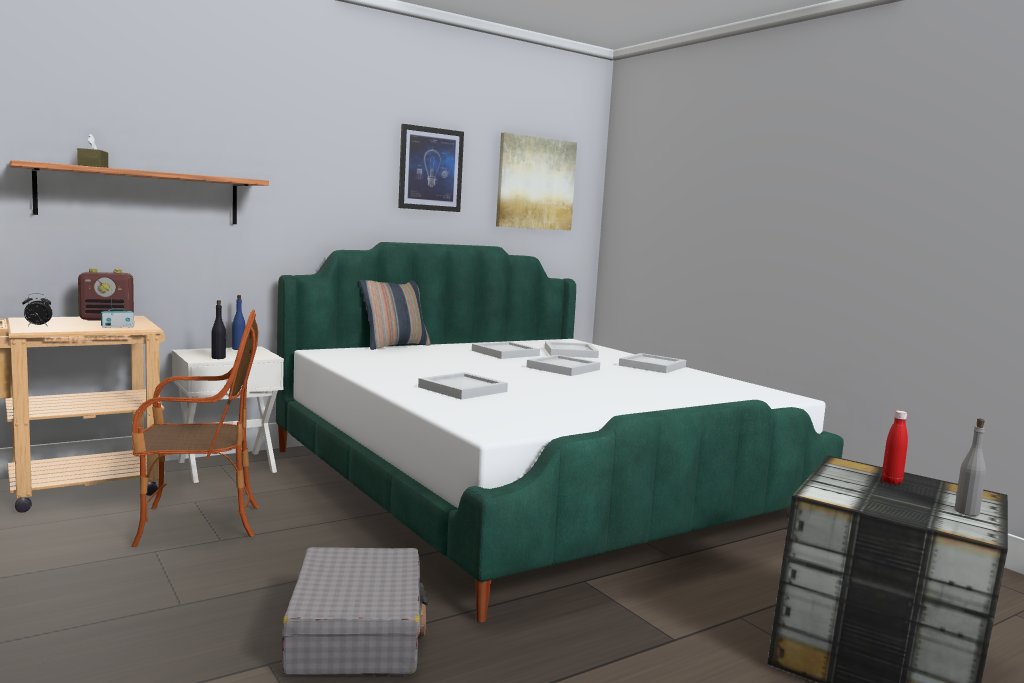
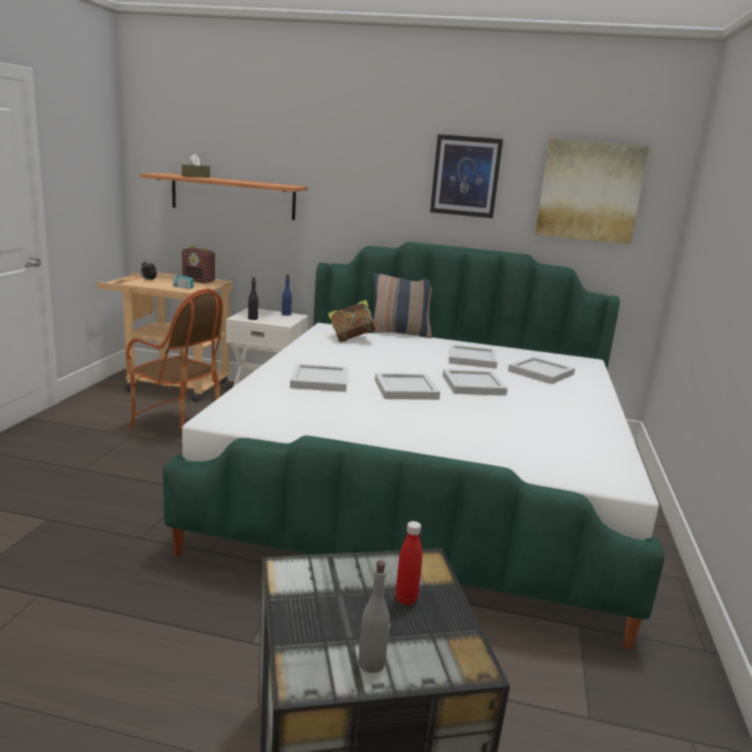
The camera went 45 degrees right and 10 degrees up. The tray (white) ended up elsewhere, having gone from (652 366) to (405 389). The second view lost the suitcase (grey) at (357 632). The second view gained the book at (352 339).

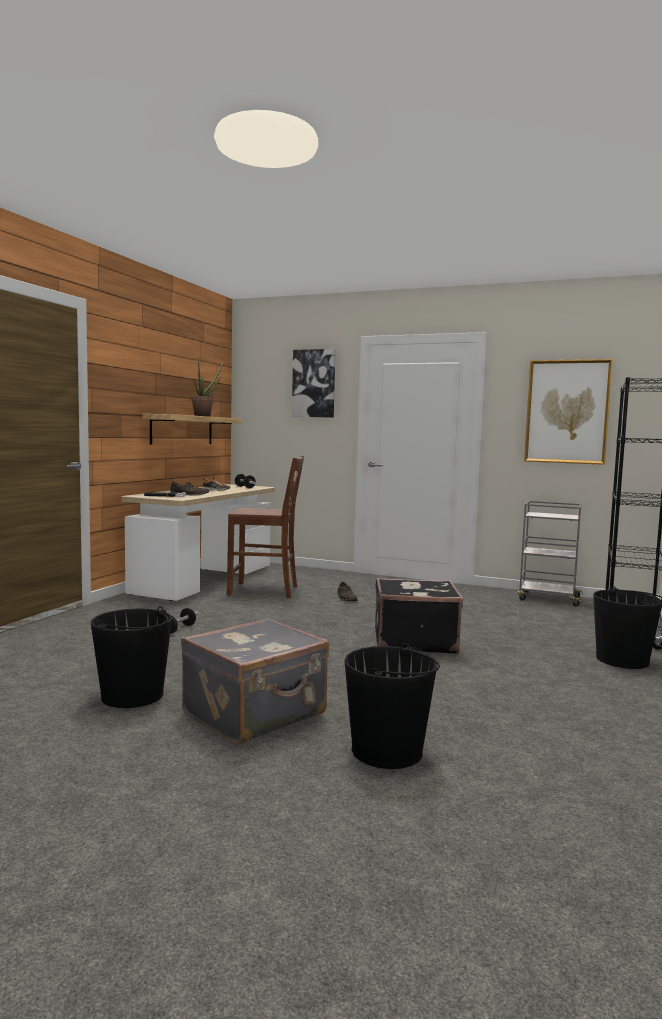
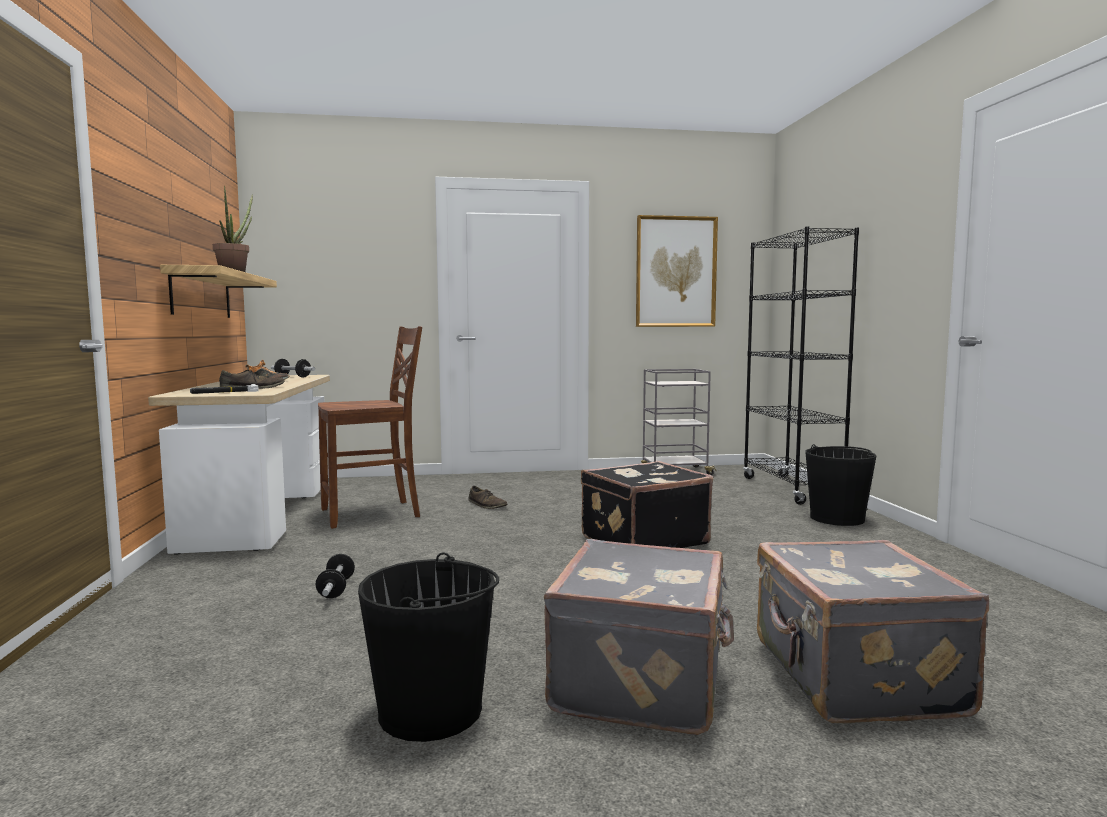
The camera went 30 degrees left and 0 degrees up. The second view lost the picture at (314 383). Where the bucket (black) stood at (387 751), the suitcase (grey) came to stand at (853 678).

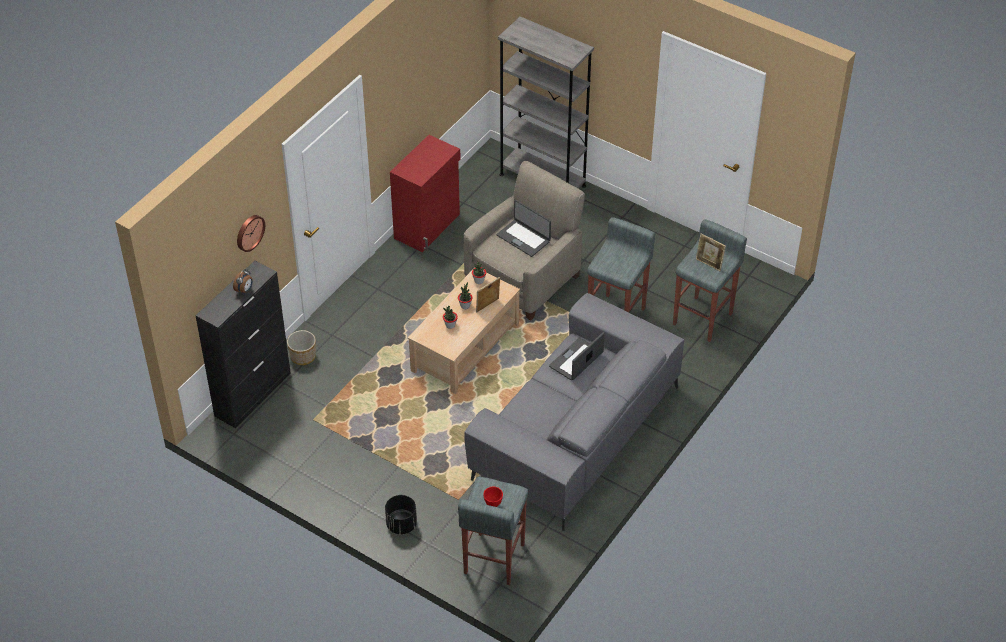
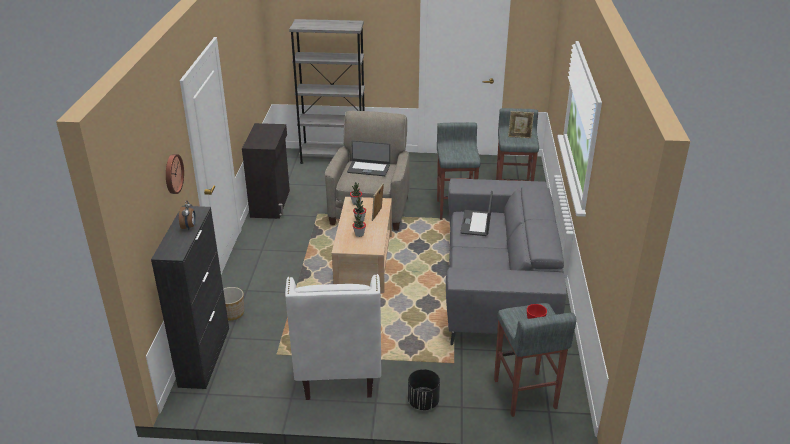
The camera went 30 degrees left and 15 degrees down. What was the cabinet (red) at (428 226) turned into the cabinet (black) at (271 203). The second view gained the armchair (white) at (339 371).

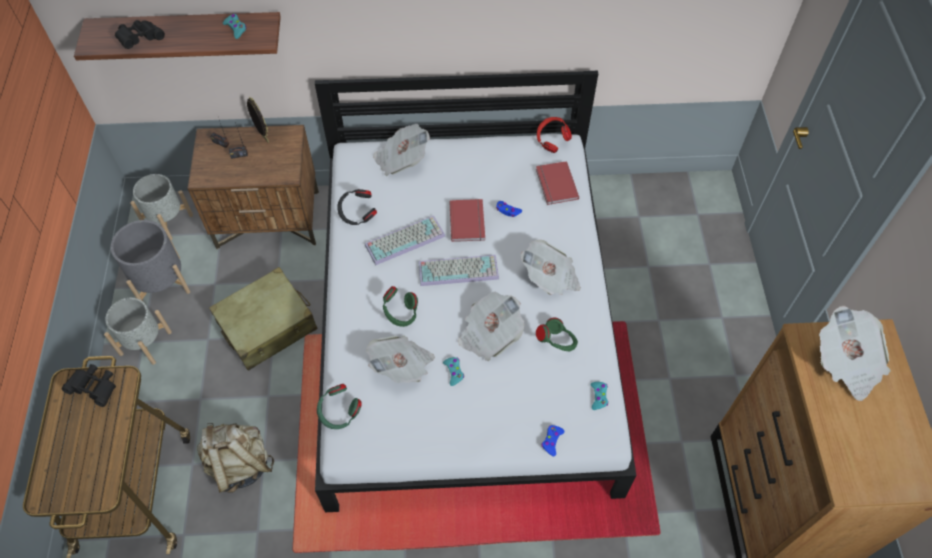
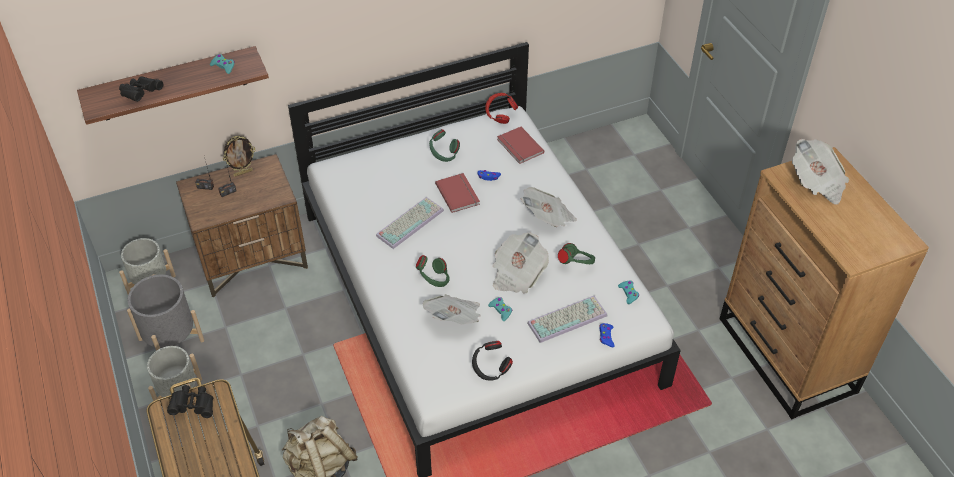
The camera went 20 degrees left and 10 degrees down. The picture frame at (263 137) ended up facing another way, 120 degrees clockwise from before. The second view lost the newspaper at (401 159). The headphones (black) ended up elsewhere, having gone from (357 215) to (490 369). The keyboard ended up elsewhere, having gone from (459 269) to (567 318). The second view lost the suitcase (beige) at (267 326). The headphones (green) ended up elsewhere, having gone from (339 413) to (443 155).

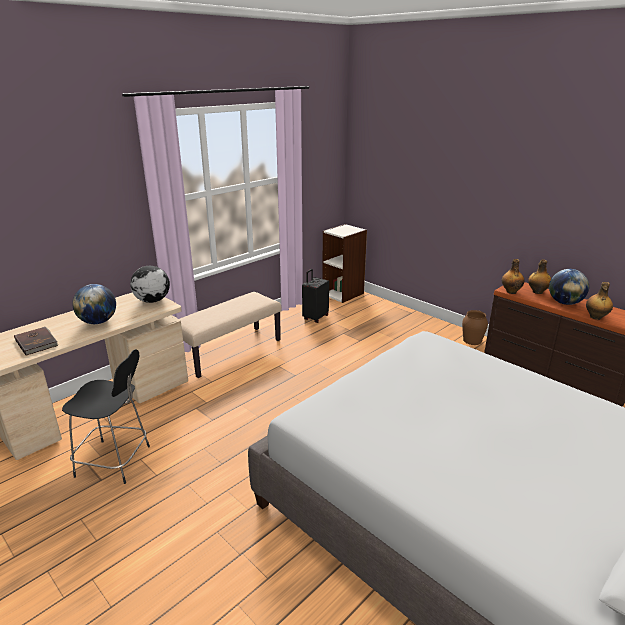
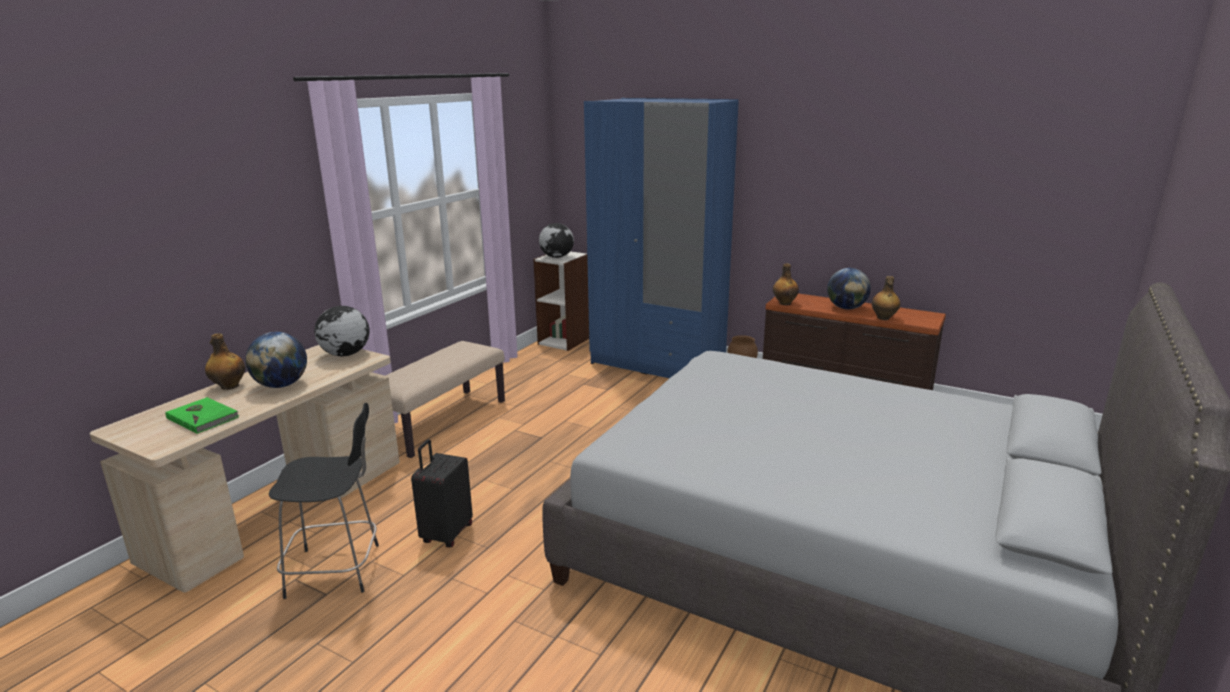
The camera went 15 degrees left and 5 degrees down. The bottle ended up elsewhere, having gone from (537 292) to (229 386). The suitcase (black) ended up elsewhere, having gone from (315 317) to (446 534). What was the book (brown) at (37 342) turned into the book (green) at (203 417). The second view gained the wardrobe (blue) at (658 363). The second view gained the globe at (556 257).

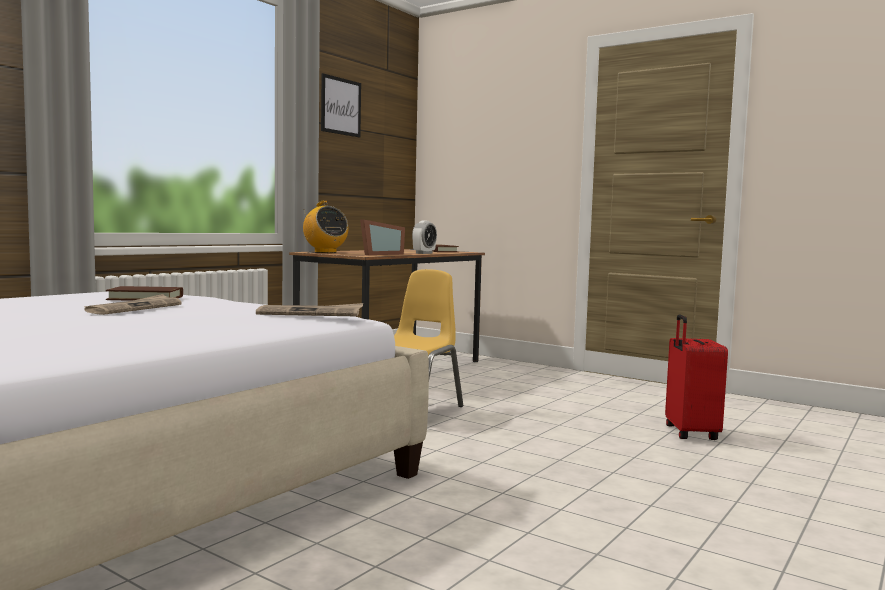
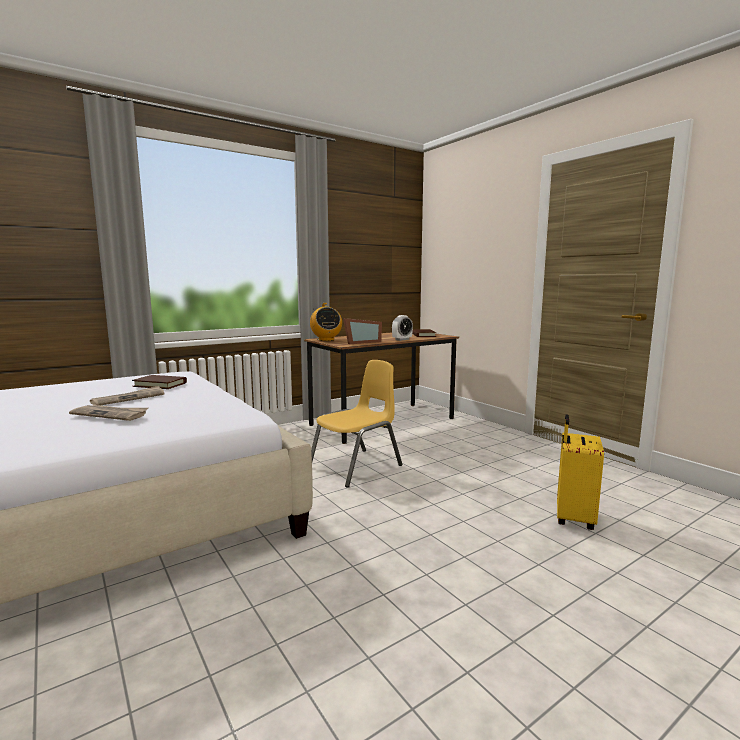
The camera went 20 degrees right and 5 degrees up. The second view lost the picture at (340 106). The newspaper ended up elsewhere, having gone from (311 313) to (110 414). What was the suitcase (red) at (689 433) turned into the suitcase (yellow) at (573 518).

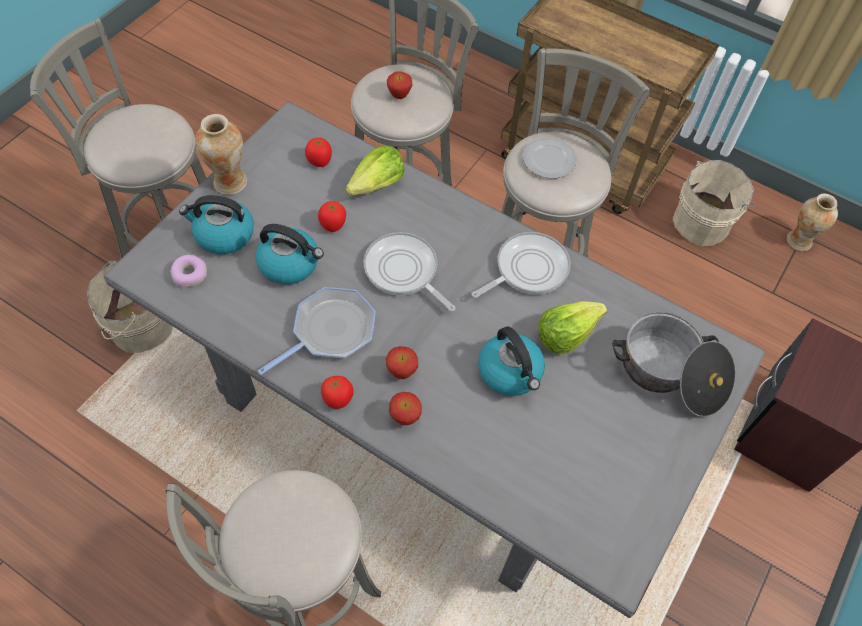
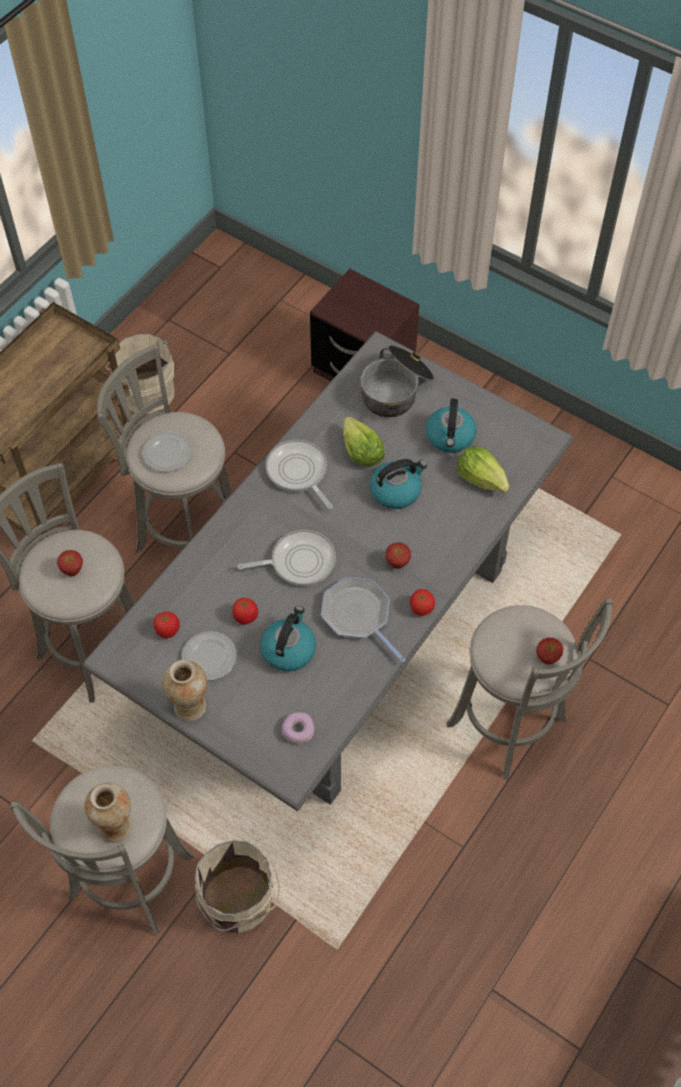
The camera went 85 degrees left and 0 degrees up. The lettuce ended up elsewhere, having gone from (377 185) to (482 478). The vase ended up elsewhere, having gone from (799 241) to (115 827). The kettle ended up elsewhere, having gone from (223 235) to (450 437). The frying pan at (404 271) ended up facing another way, 150 degrees counterclockwise from before. The apple ended up elsewhere, having gone from (405 418) to (547 659). The second view gained the plate at (208 657).

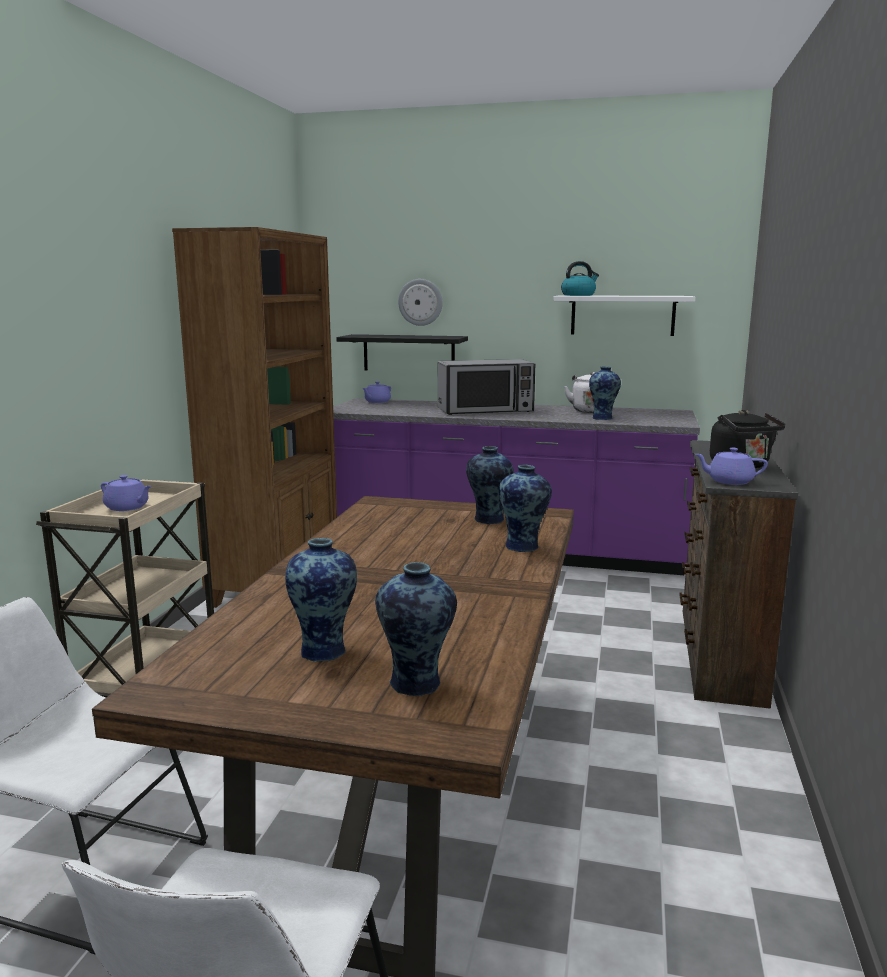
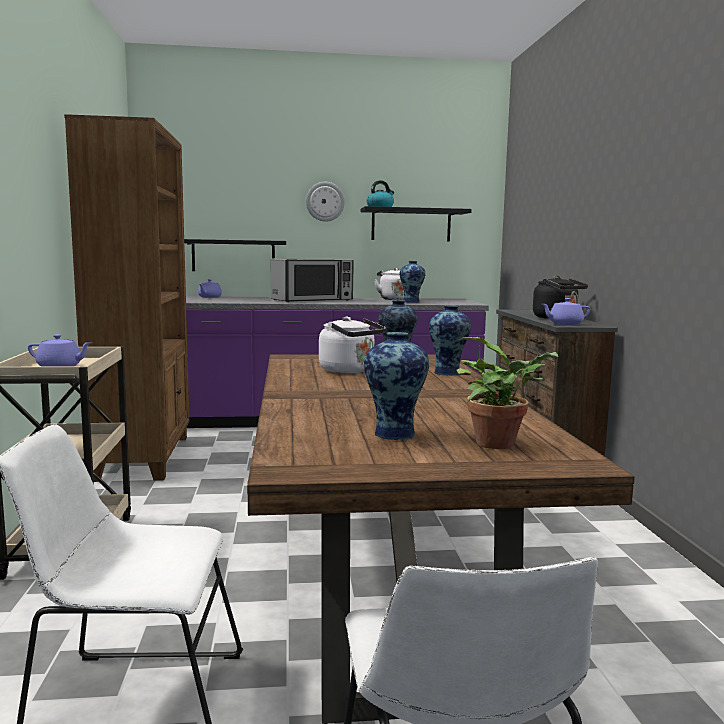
The camera went 20 degrees left and 5 degrees down. The wall clock ended up elsewhere, having gone from (420 302) to (325 201). What was the shelf (white) at (622 315) turned into the shelf (black) at (411 225). Where the vase stood at (416 685), the potted plant came to stand at (500 444). The second view gained the kettle (white) at (350 371).

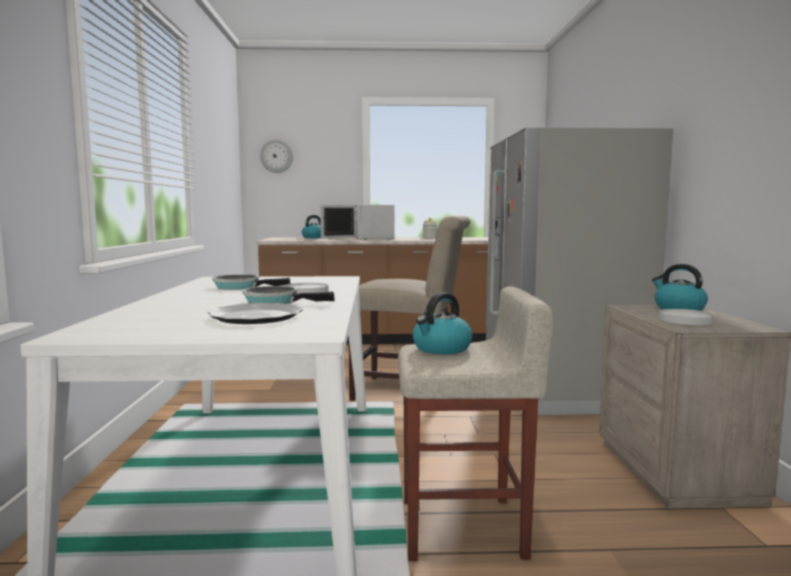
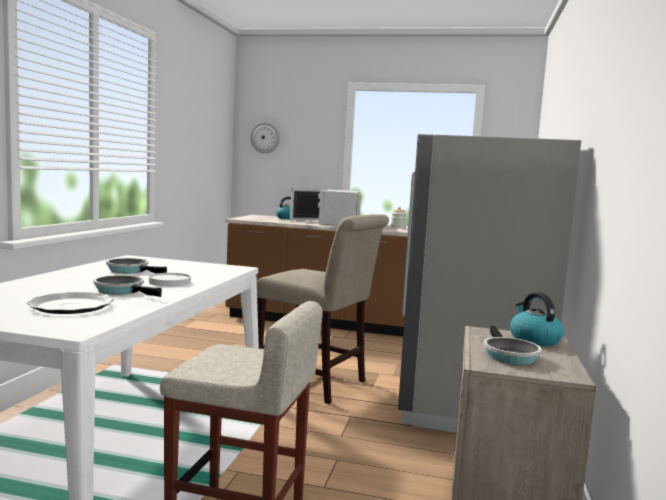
The camera went 15 degrees right and 0 degrees up. The second view lost the kettle at (441 349). Where the plate (white) stood at (685 320), the frying pan came to stand at (508 355).

